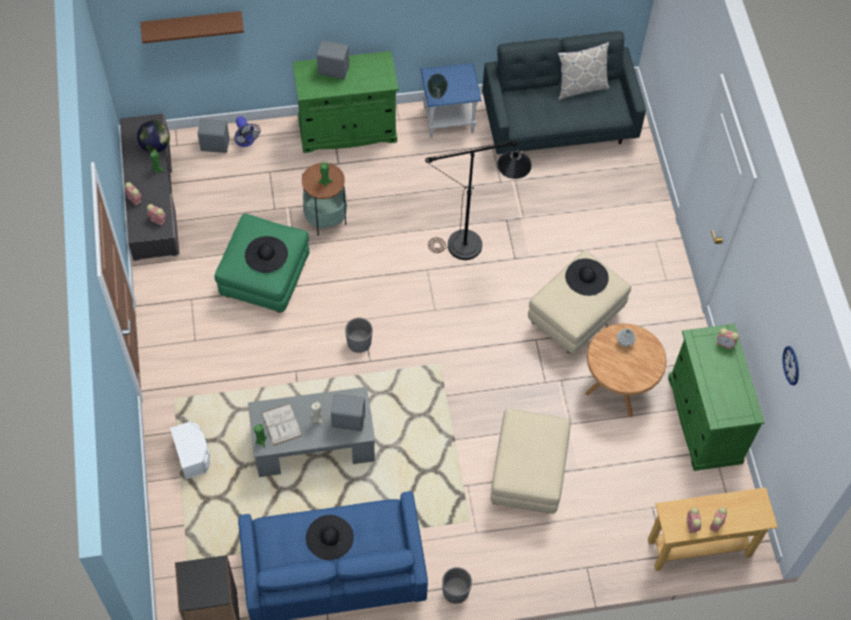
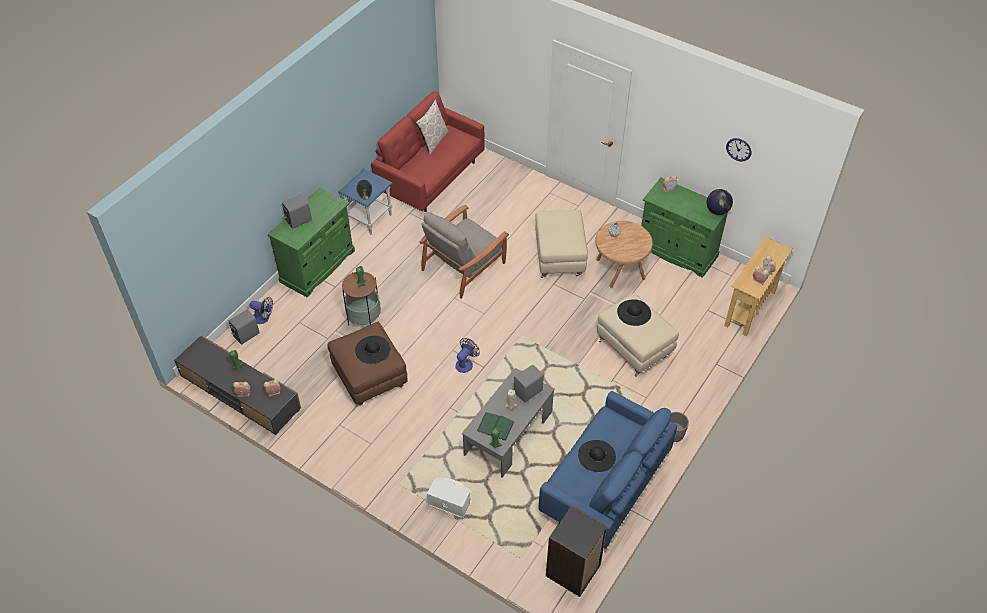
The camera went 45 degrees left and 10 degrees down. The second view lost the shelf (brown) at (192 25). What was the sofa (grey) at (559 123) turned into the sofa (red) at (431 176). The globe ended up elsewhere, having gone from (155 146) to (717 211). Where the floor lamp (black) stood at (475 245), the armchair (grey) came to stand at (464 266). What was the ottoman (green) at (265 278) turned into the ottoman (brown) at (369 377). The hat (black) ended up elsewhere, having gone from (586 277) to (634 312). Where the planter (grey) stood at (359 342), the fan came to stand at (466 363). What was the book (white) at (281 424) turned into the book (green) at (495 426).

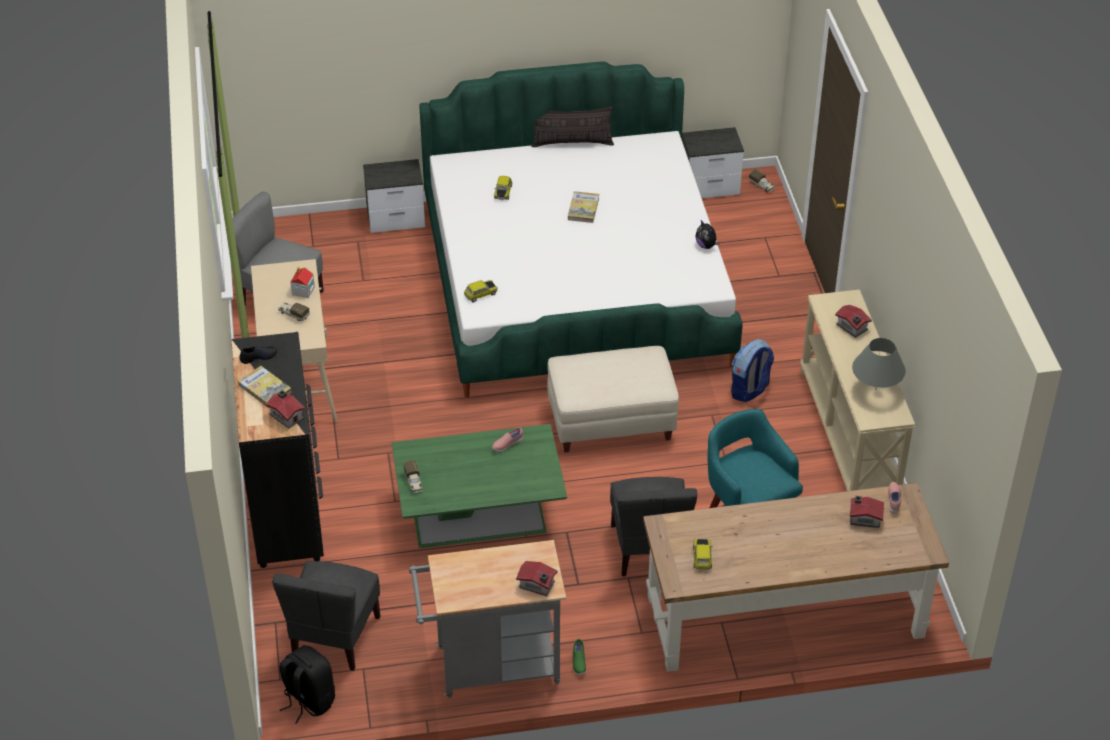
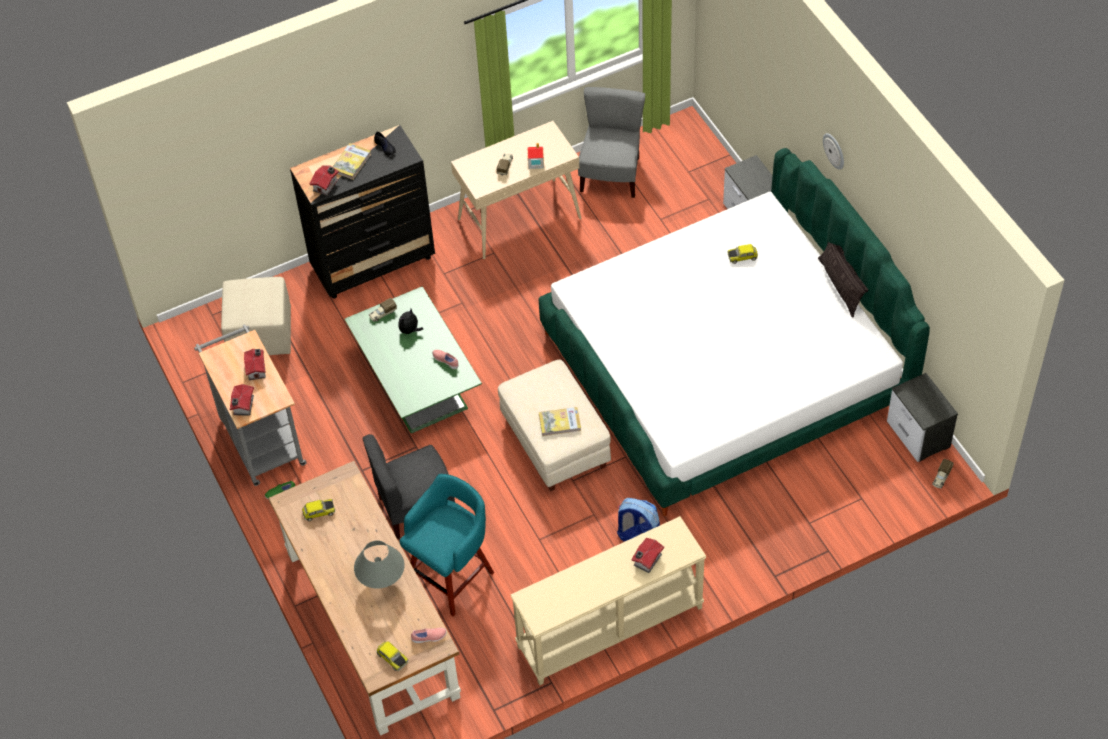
The camera went 75 degrees right and 10 degrees up. The book ended up elsewhere, having gone from (583 209) to (560 423). The plush toy ended up elsewhere, having gone from (706 245) to (410 330). The toy car ended up elsewhere, having gone from (480 294) to (392 658). The table lamp (grey) ended up elsewhere, having gone from (875 390) to (382 580). The toy house ended up elsewhere, having gone from (864 518) to (257 369). Where the chair (grey) stood at (334 638), the ottoman (beige) came to stand at (260 333). The second view lost the backpack (black) at (308 700). The second view gained the wall clock at (834 150).

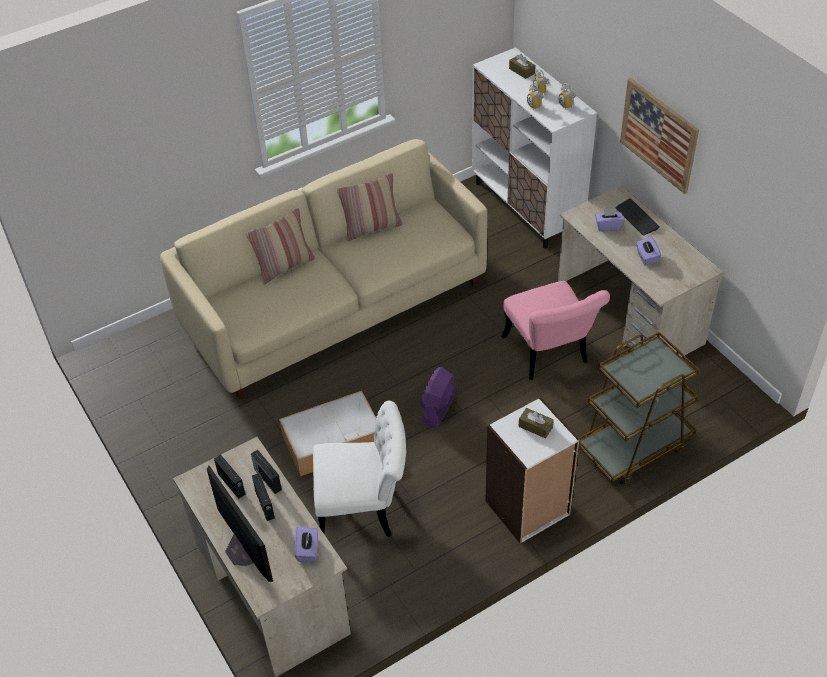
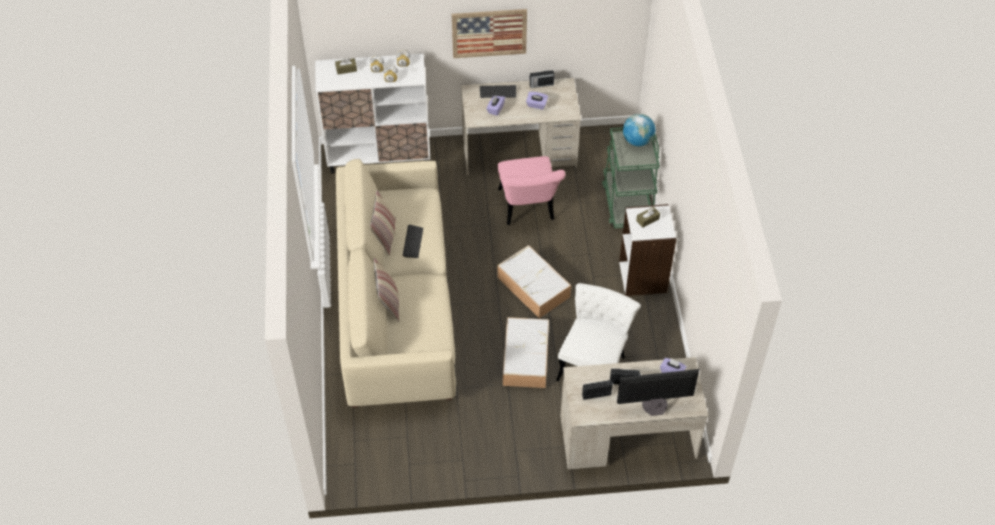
The camera went 65 degrees left and 5 degrees up. The chair (pink) at (549 355) ended up facing another way, 75 degrees clockwise from before. What was the cart (brown) at (633 446) turned into the cart (green) at (627 204). Where the fan (purple) stood at (438 408), the storage box came to stand at (534 287). The radio ended up elsewhere, having gone from (267 478) to (541 85). The second view gained the globe at (637 141). The second view gained the keyboard at (413 242).

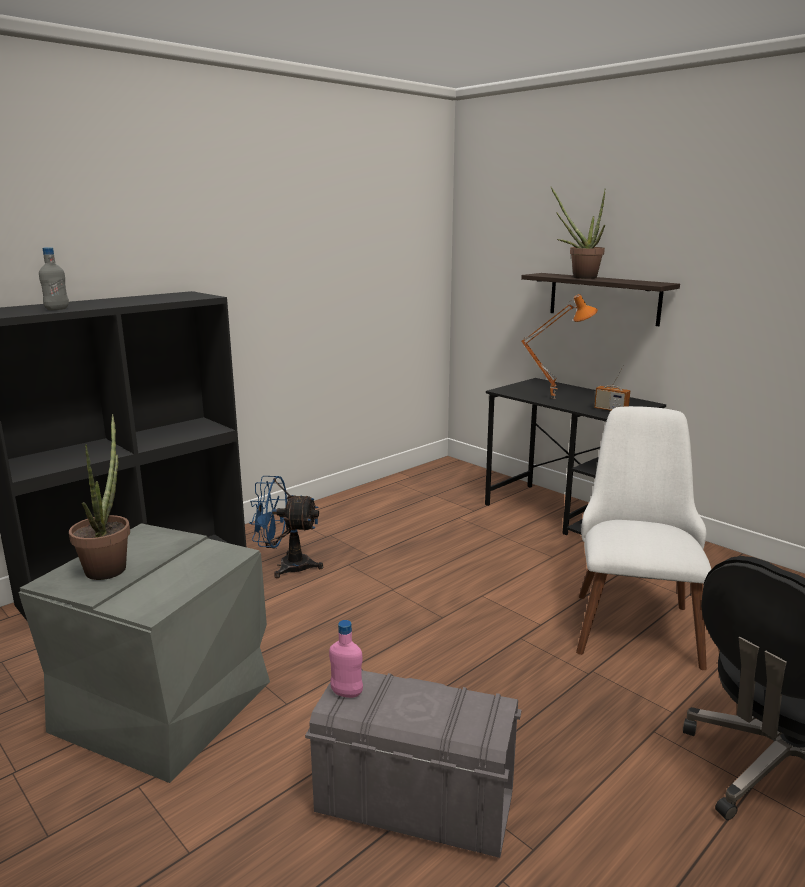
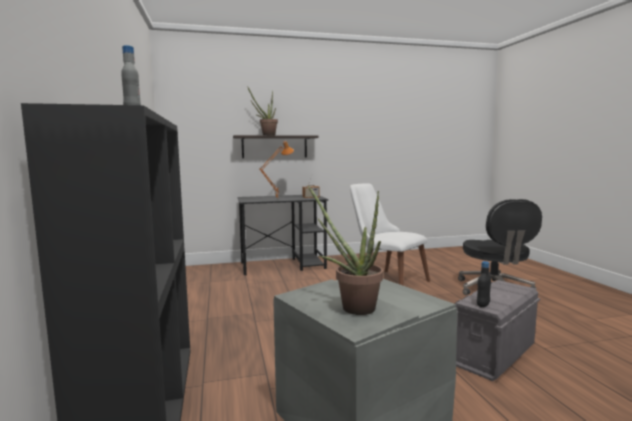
The camera went 60 degrees left and 10 degrees down. The second view lost the fan (blue) at (286 566). What was the bottle (pink) at (346 693) turned into the bottle (black) at (483 305).

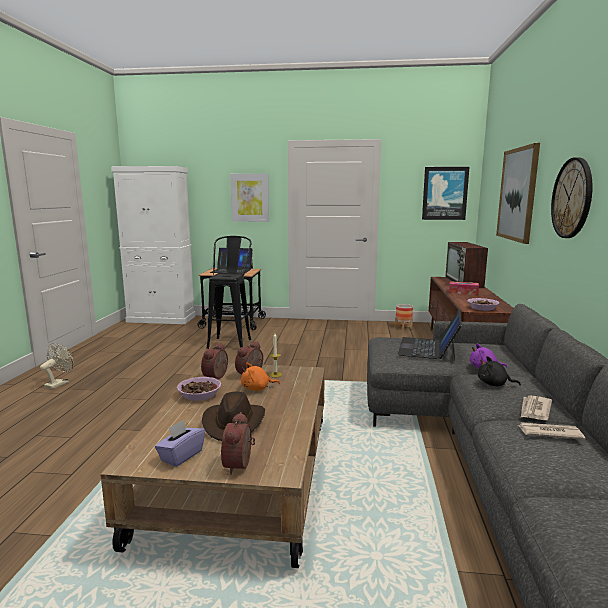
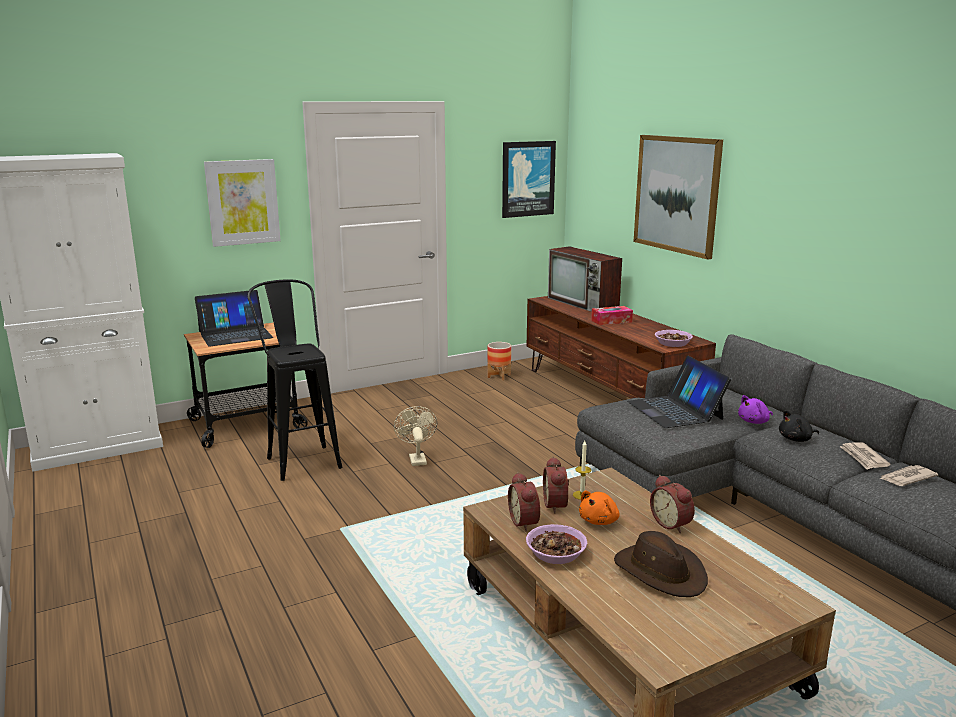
The camera went 35 degrees left and 5 degrees up. The second view lost the wall clock at (572 198). The fan (beige) ended up elsewhere, having gone from (59 383) to (416 458). The alarm clock ended up elsewhere, having gone from (240 465) to (672 524). The second view lost the tissue box (purple) at (181 456).

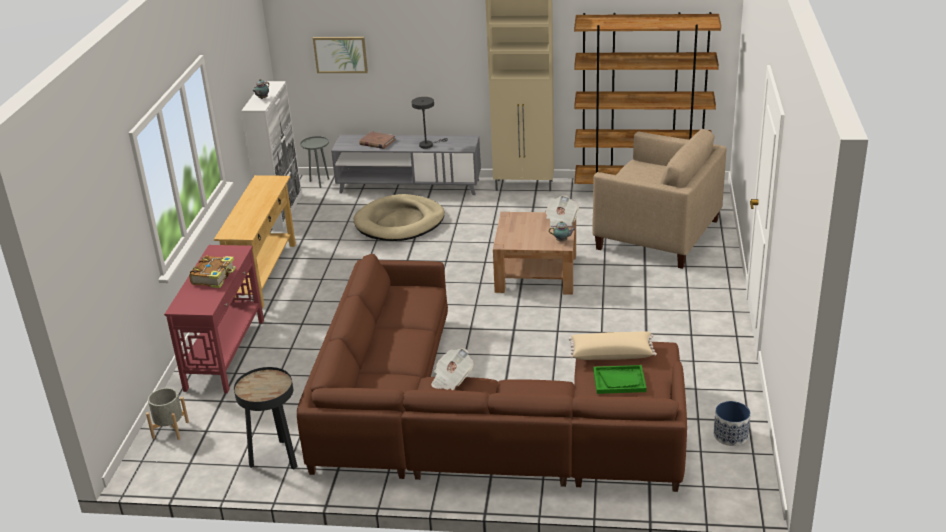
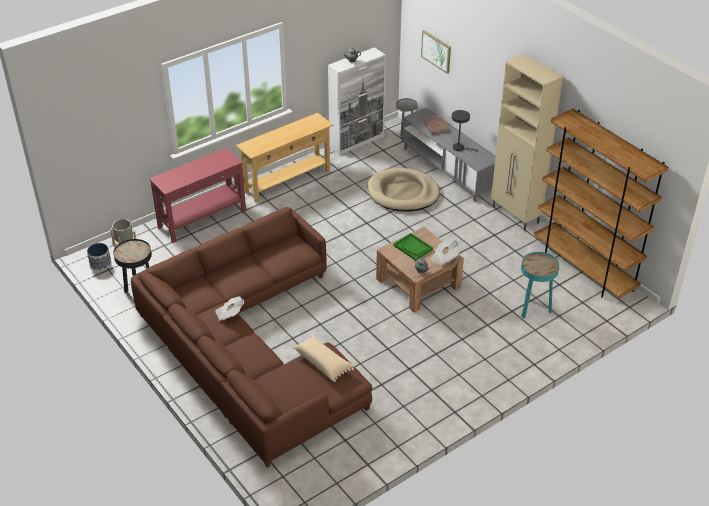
The camera went 45 degrees right and 10 degrees up. Where the armchair (beige) stood at (657 234), the side table (turquoise) came to stand at (533 309). The second view lost the book at (214 277). The tray (green) ended up elsewhere, having gone from (619 381) to (413 247). The planter ended up elsewhere, having gone from (731 435) to (100 264).

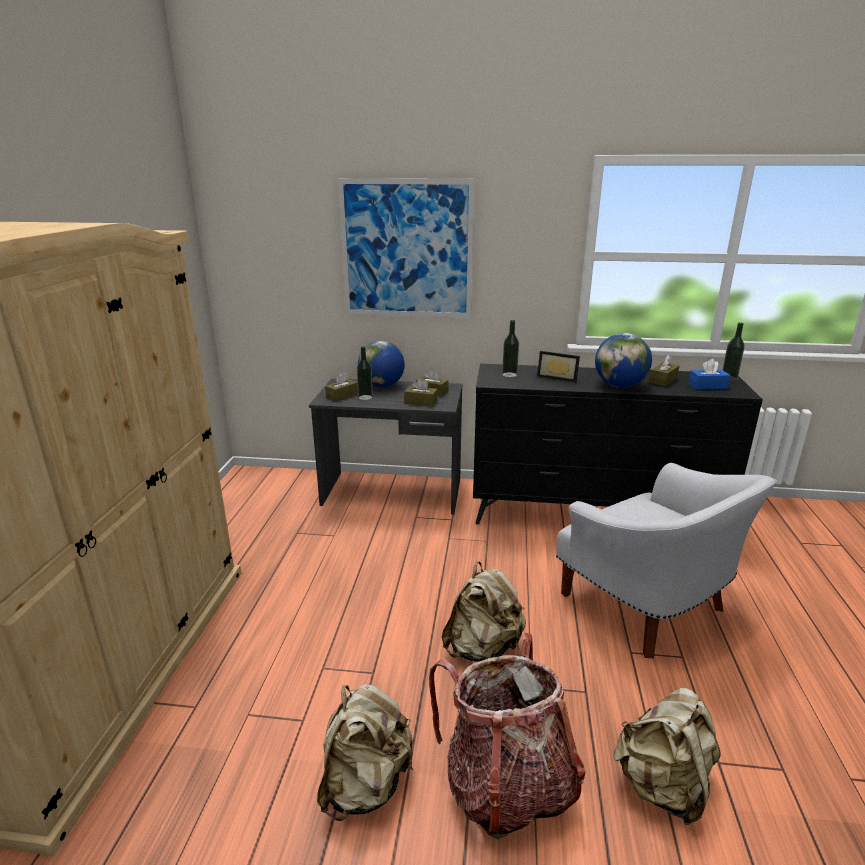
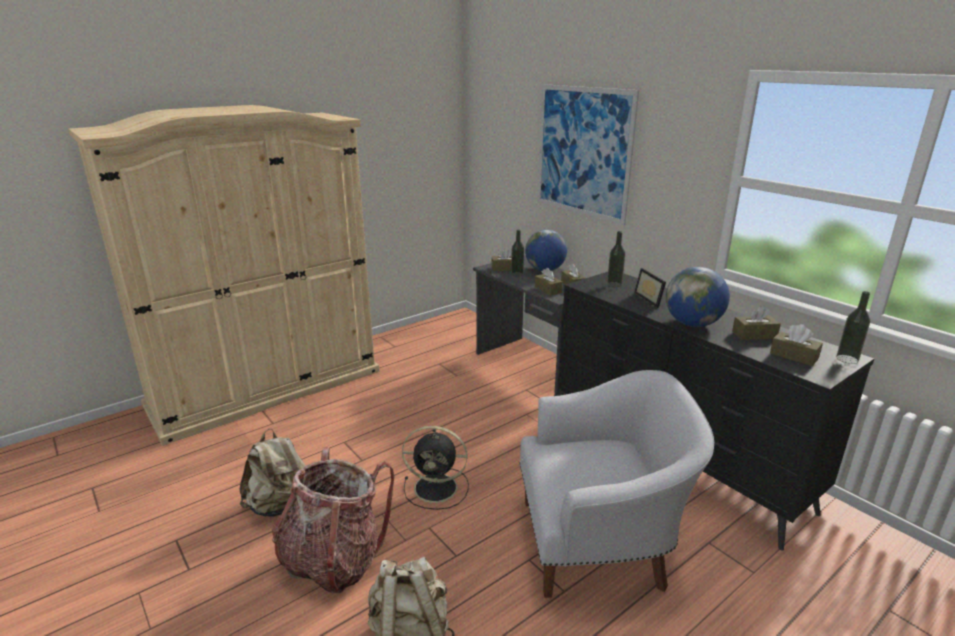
The camera went 45 degrees right and 0 degrees up. What was the tissue box (blue) at (707 386) turned into the tissue box (brown) at (793 356). The armchair (white) at (647 607) ended up facing another way, 105 degrees counterclockwise from before. Where the backpack (beige) stood at (483 647), the fan (black) came to stand at (438 488).

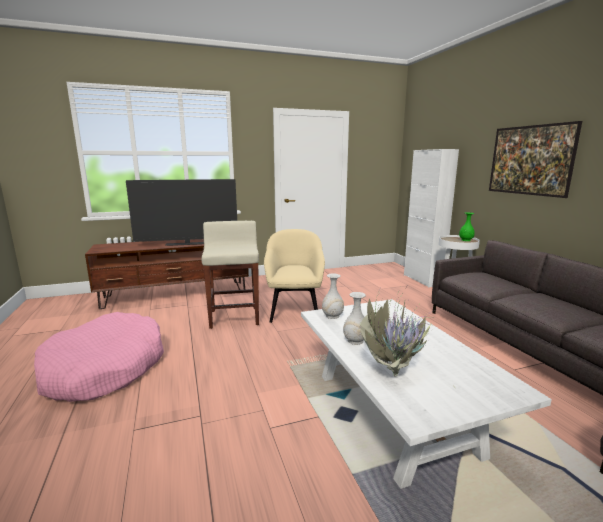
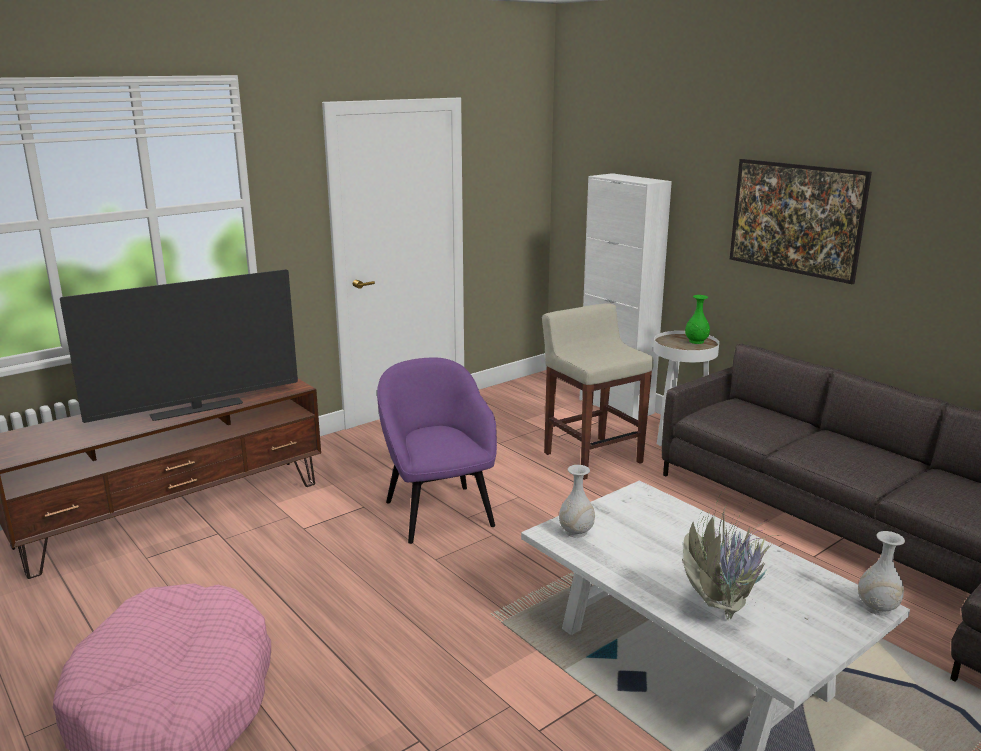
The camera went 20 degrees left and 5 degrees up. The stool (beige) ended up elsewhere, having gone from (234 317) to (592 457). What was the armchair (beige) at (294 311) turned into the armchair (purple) at (438 512). The vase (white) ended up elsewhere, having gone from (355 341) to (877 608).

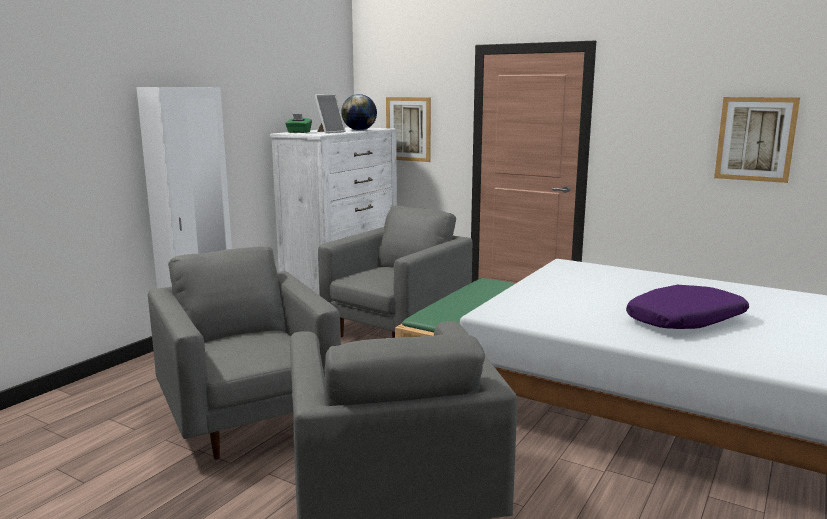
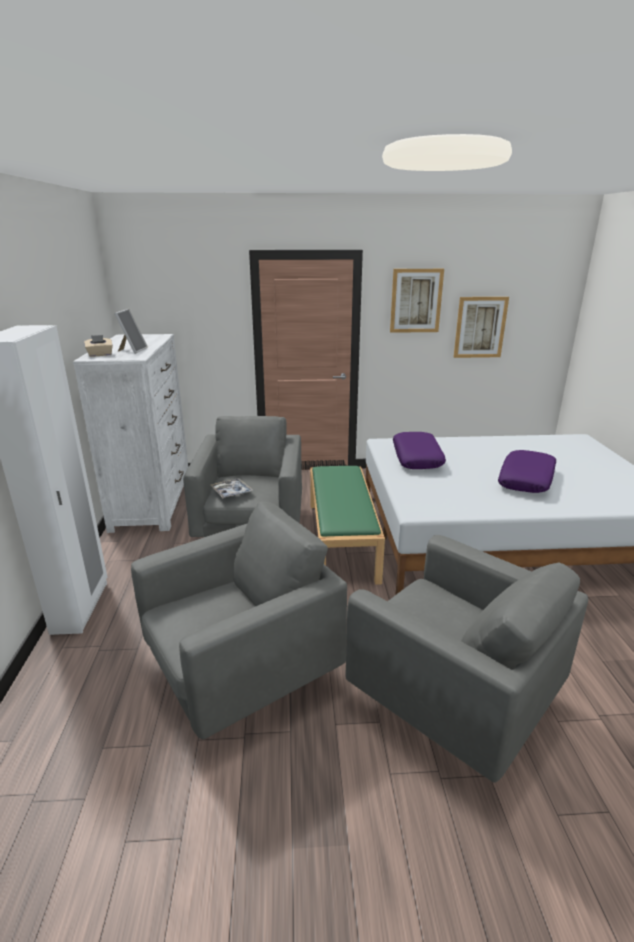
The camera went 35 degrees left and 10 degrees up. The second view lost the globe at (359 130). The picture ended up elsewhere, having gone from (408 129) to (416 301). What was the tissue box (green) at (299 132) turned into the tissue box (beige) at (100 355). The armchair (grey) at (248 416) ended up facing another way, 120 degrees clockwise from before. The second view gained the pillow (purple) at (417 458). The second view gained the tray at (231 492).

